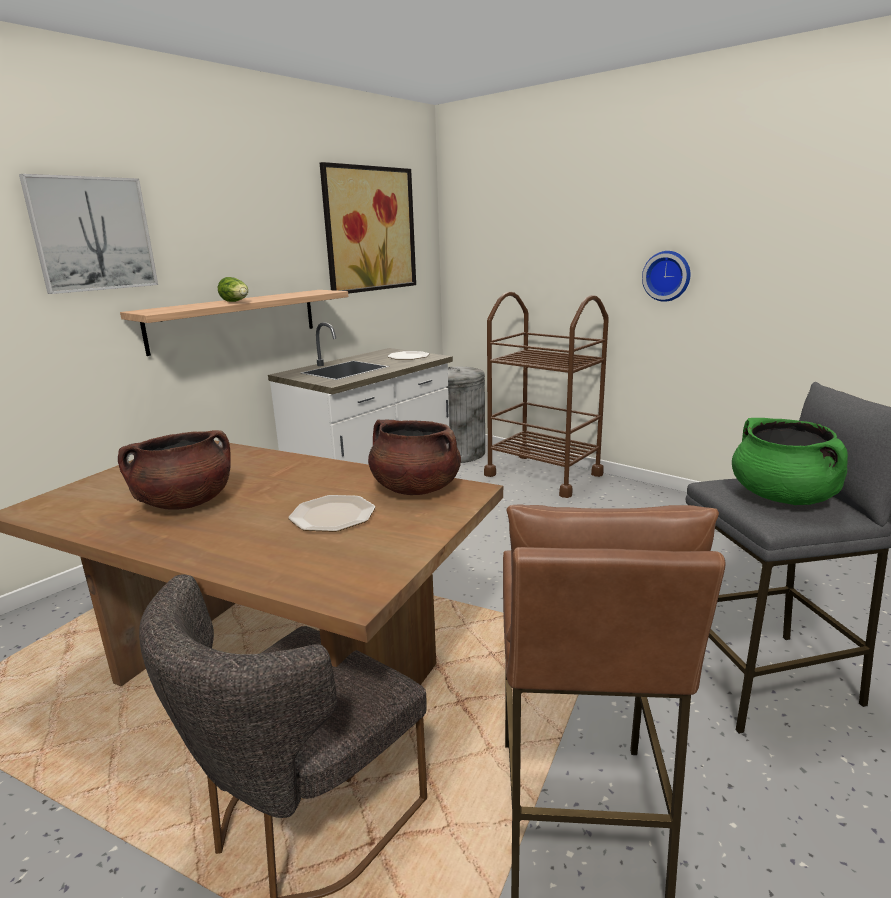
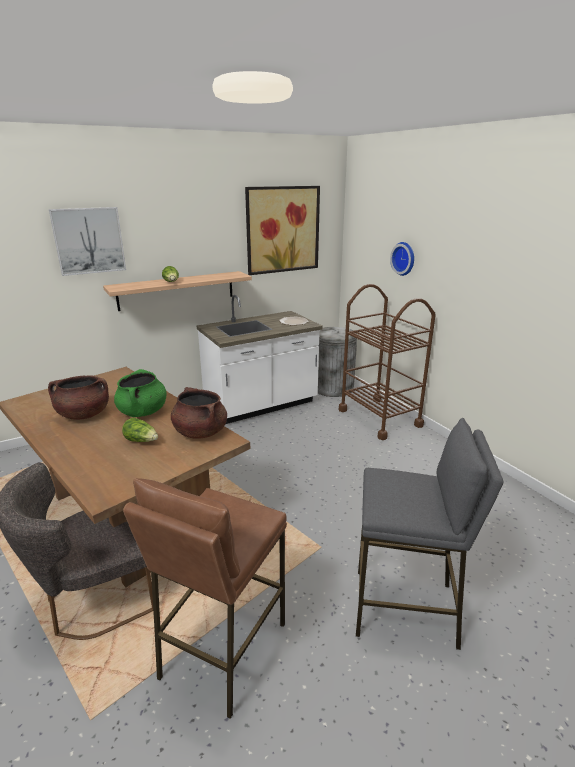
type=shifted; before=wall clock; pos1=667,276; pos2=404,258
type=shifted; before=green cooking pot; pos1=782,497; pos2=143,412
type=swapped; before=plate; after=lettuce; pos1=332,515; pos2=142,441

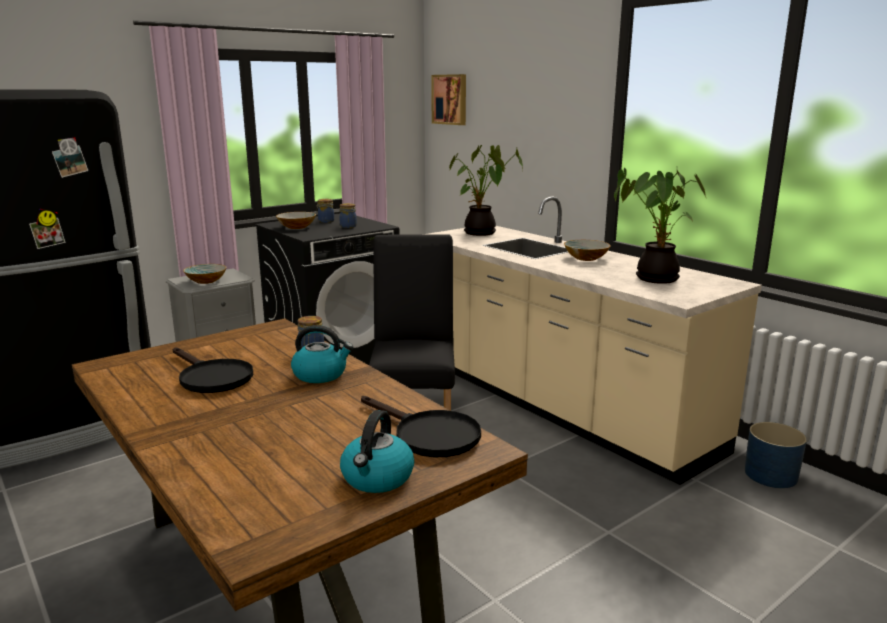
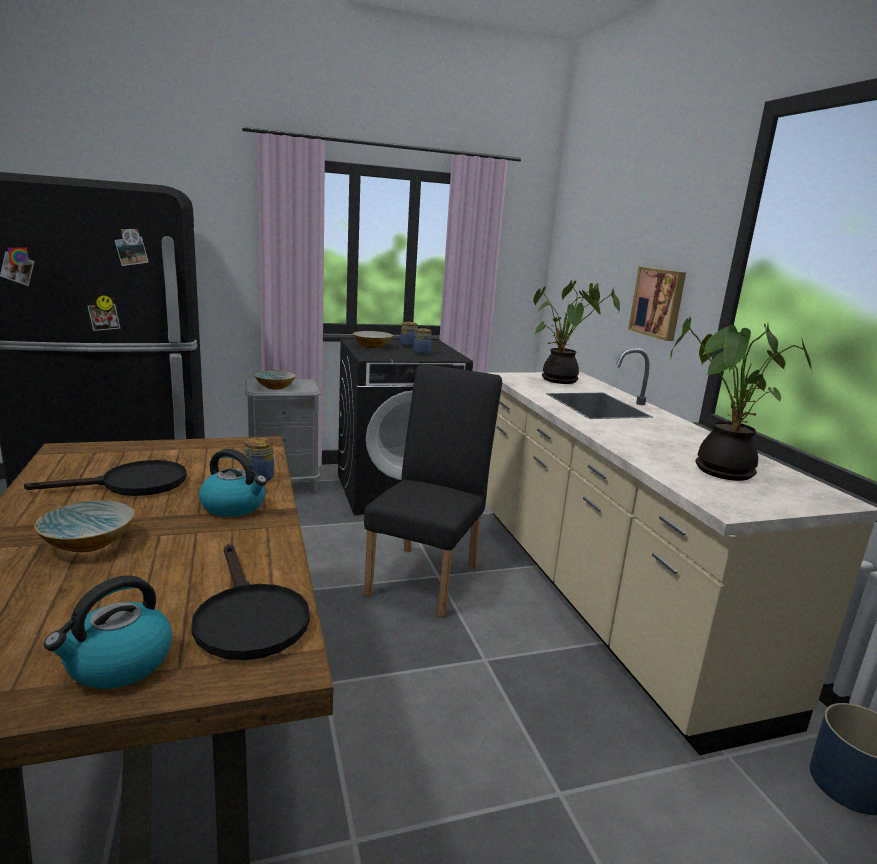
type=shifted; before=picture; pos1=450,99; pos2=658,302
type=shifted; before=bowl; pos1=585,258; pos2=90,542
type=rotated; before=black frying pan; pos1=211,377; pos2=132,484; turn=-90

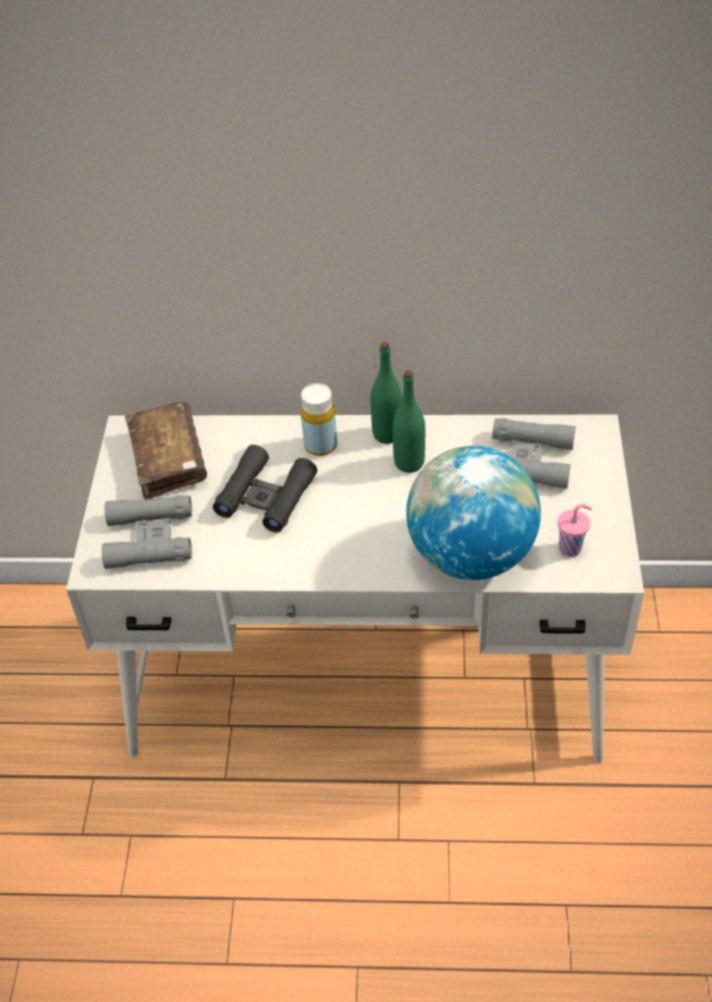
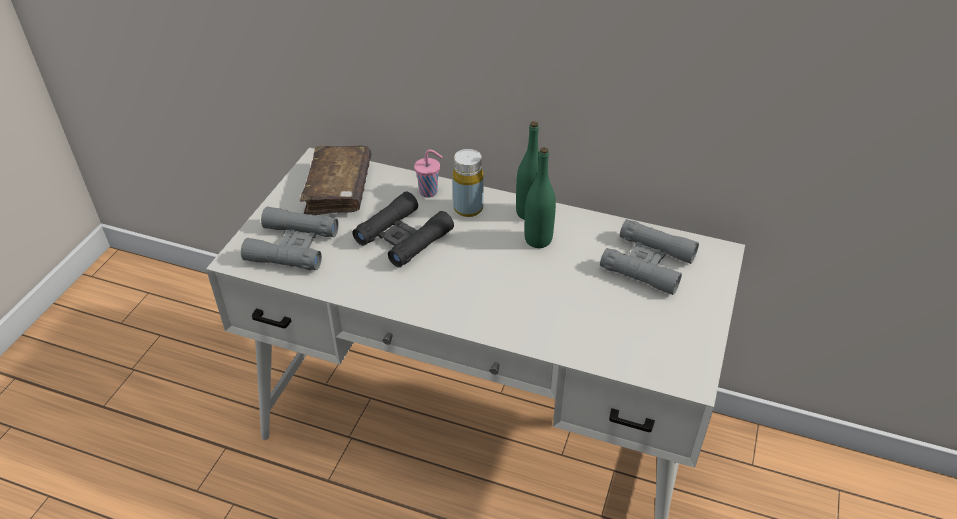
type=gone; before=globe; pos1=470,555
type=shifted; before=pink cup; pos1=571,548; pos2=429,192

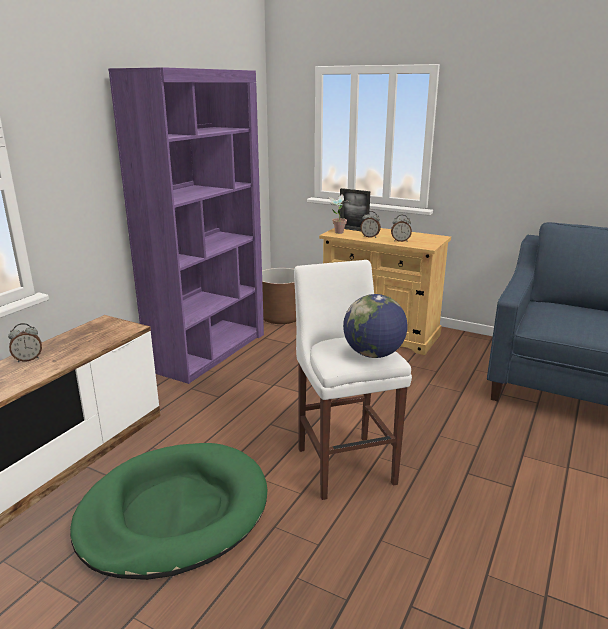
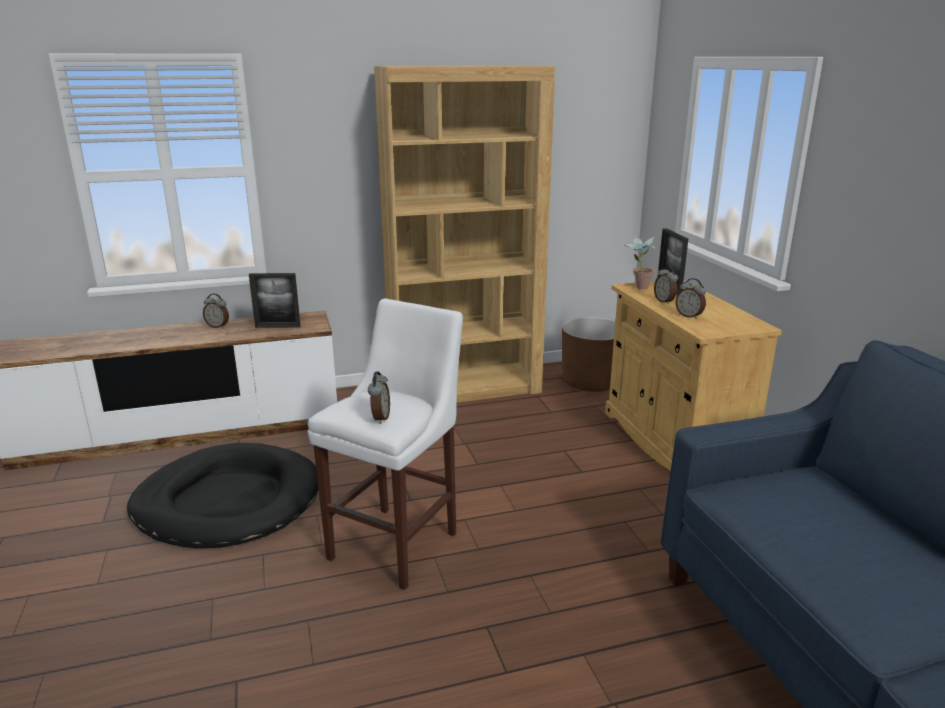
type=new; after=picture frame; pos2=277,326
type=swapped; before=globe; after=alarm clock; pos1=373,354; pos2=380,418
type=repainted; before=green dog bed; after=black dog bed; pos1=174,513; pos2=228,501
type=repainted; before=purple bookcase; after=brown bookcase; pos1=209,351; pos2=465,388

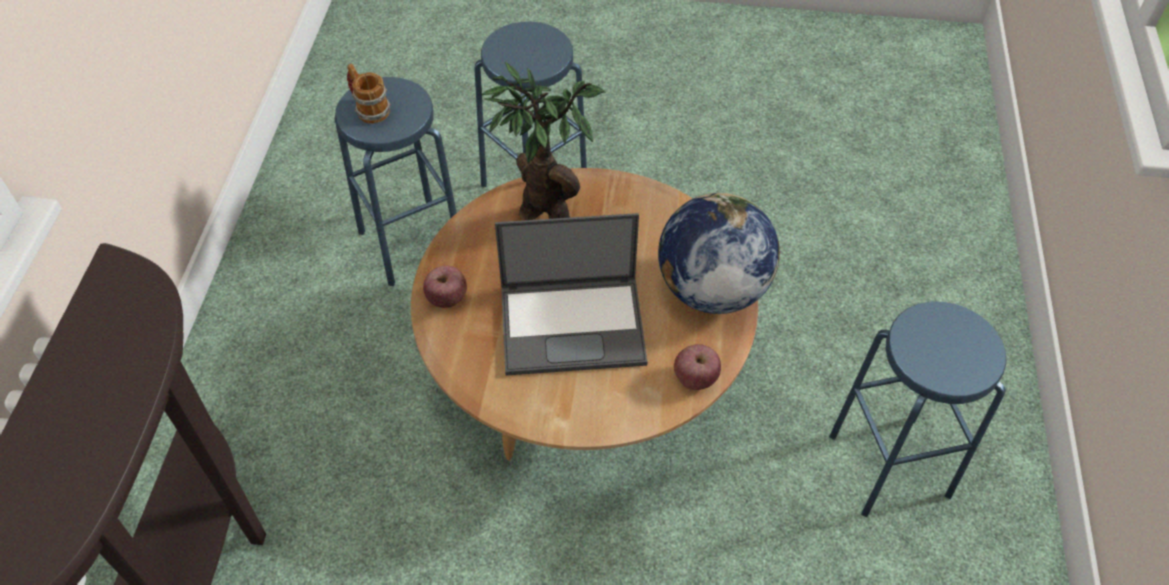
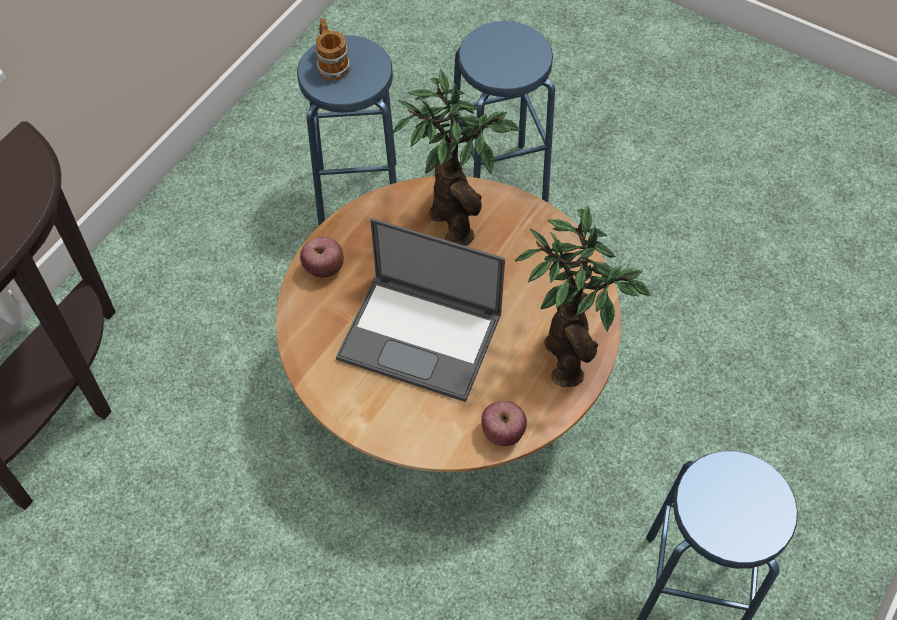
type=swapped; before=globe; after=potted plant; pos1=711,289; pos2=567,353

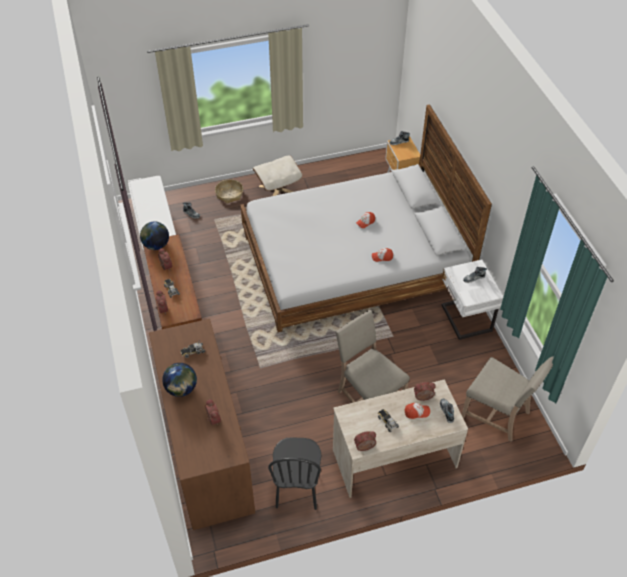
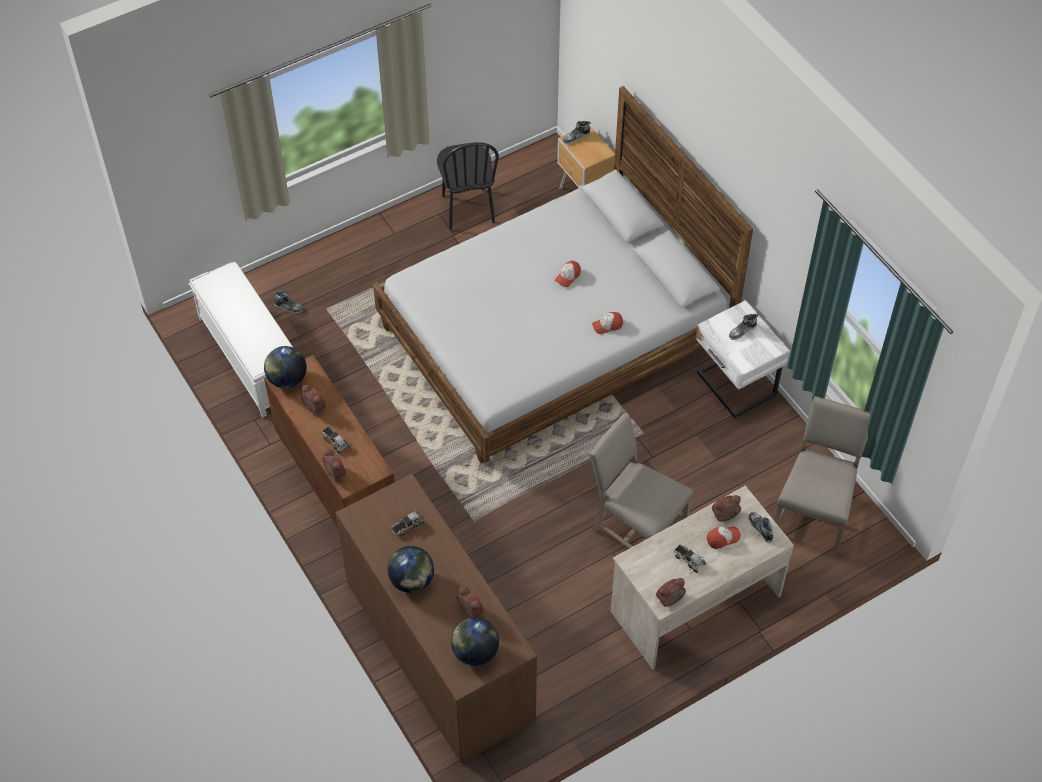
type=gone; before=basket; pos1=229,194
type=gone; before=beige ottoman; pos1=278,190
type=new; after=globe; pos2=475,652
type=shifted; before=black chair; pos1=297,489; pos2=467,209
type=rotated; before=beige chair; pos1=498,414; pos2=814,512; turn=-90

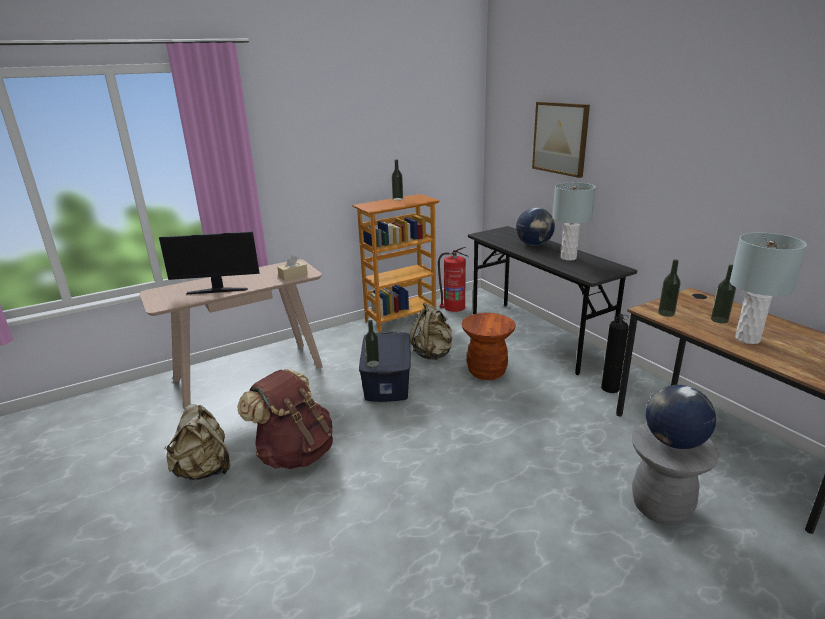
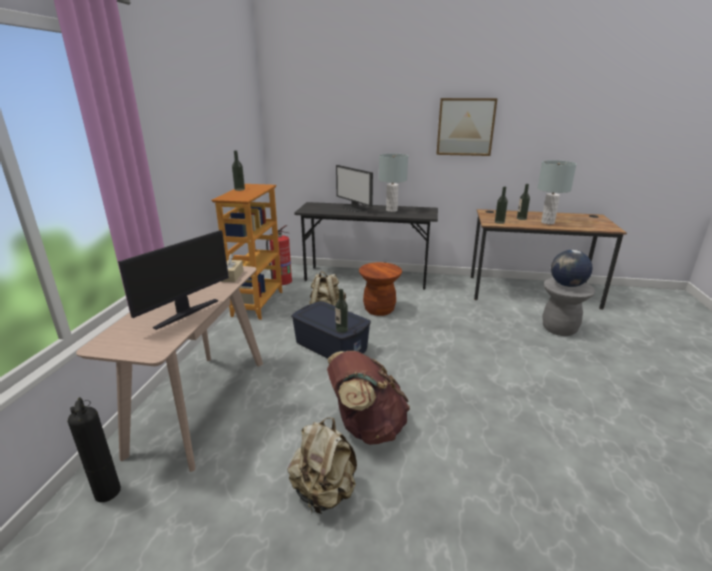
type=shifted; before=picture; pos1=560,138; pos2=465,127
type=shifted; before=fire extinguisher; pos1=610,388; pos2=107,491
type=swapped; before=globe; after=monitor; pos1=534,245; pos2=354,208

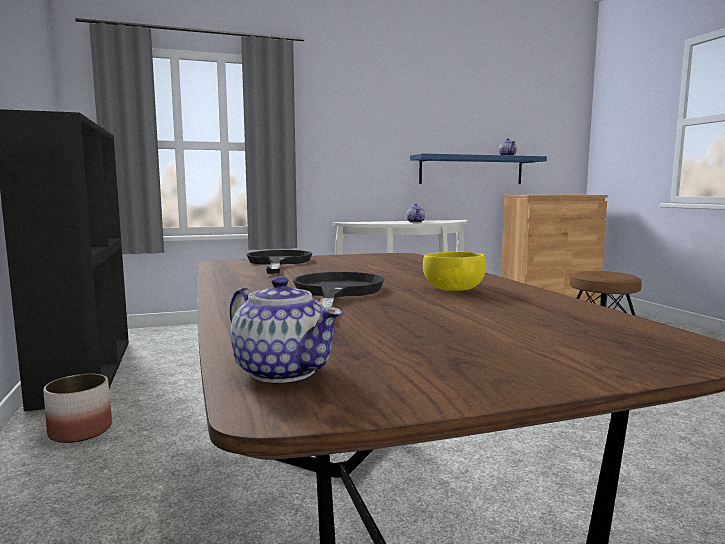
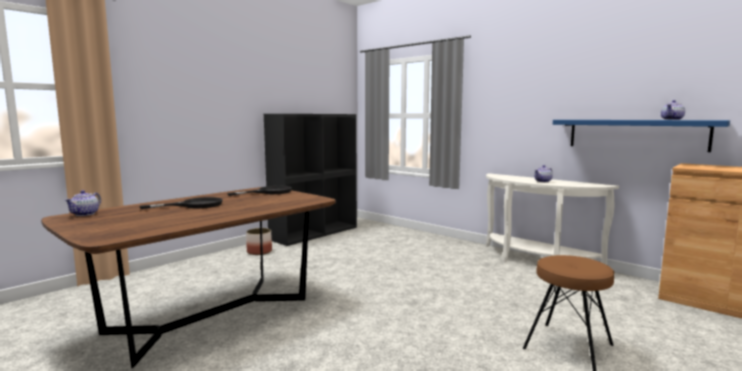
type=gone; before=yellow bowl; pos1=453,288

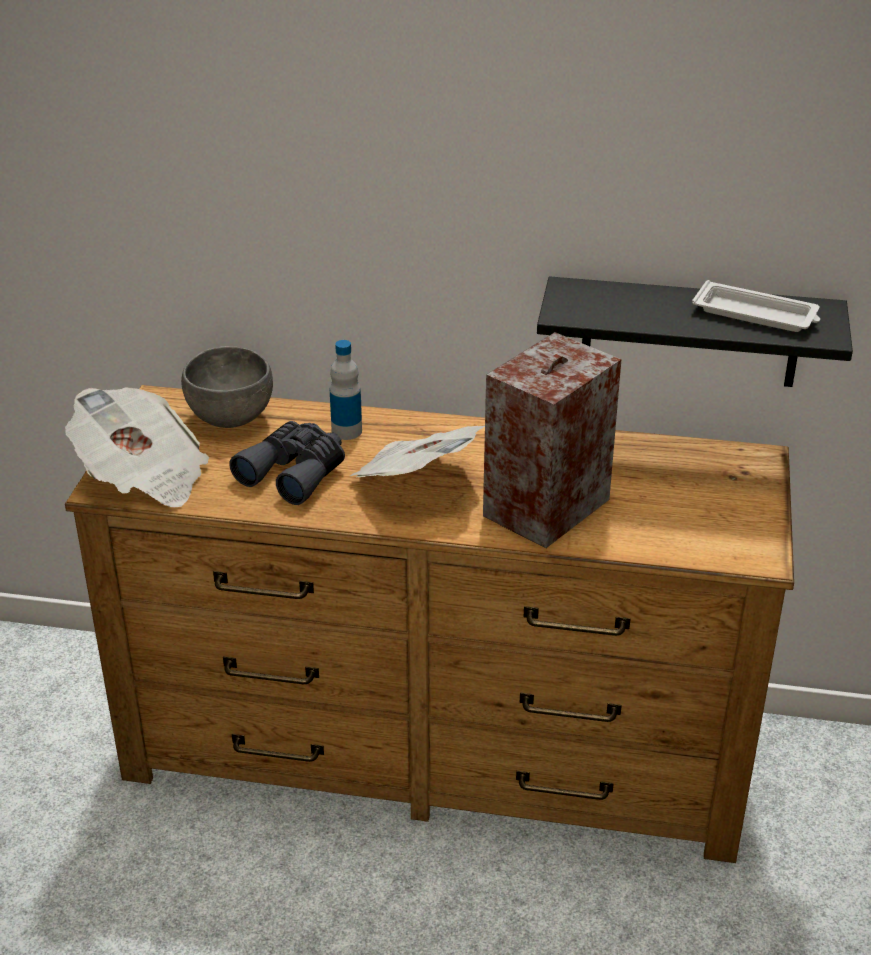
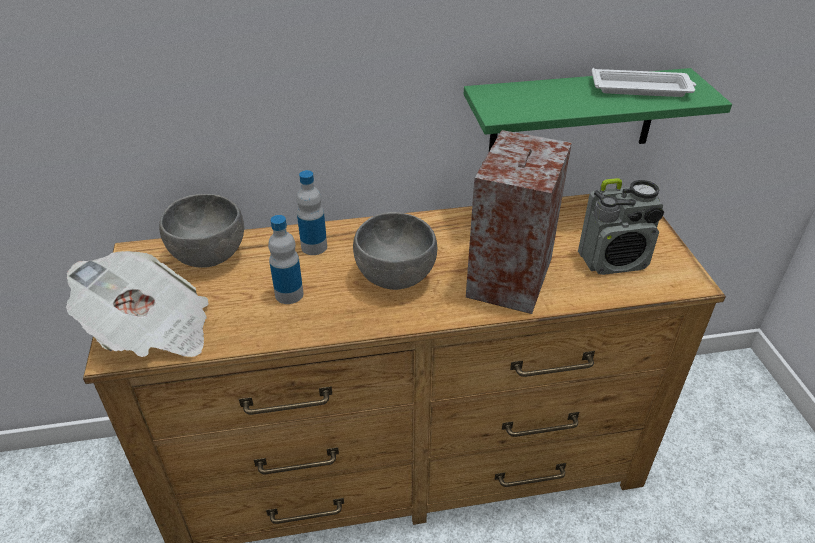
type=new; after=radio; pos2=614,261
type=swapped; before=grey binoculars; after=bottle; pos1=295,472; pos2=289,294
type=swapped; before=newspaper; after=grey bowl; pos1=416,480; pos2=394,278
type=repainted; before=black shelf; after=green shelf; pos1=690,332; pos2=573,114

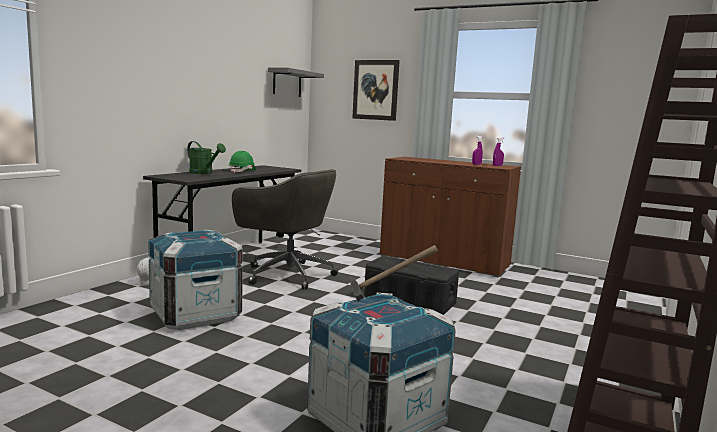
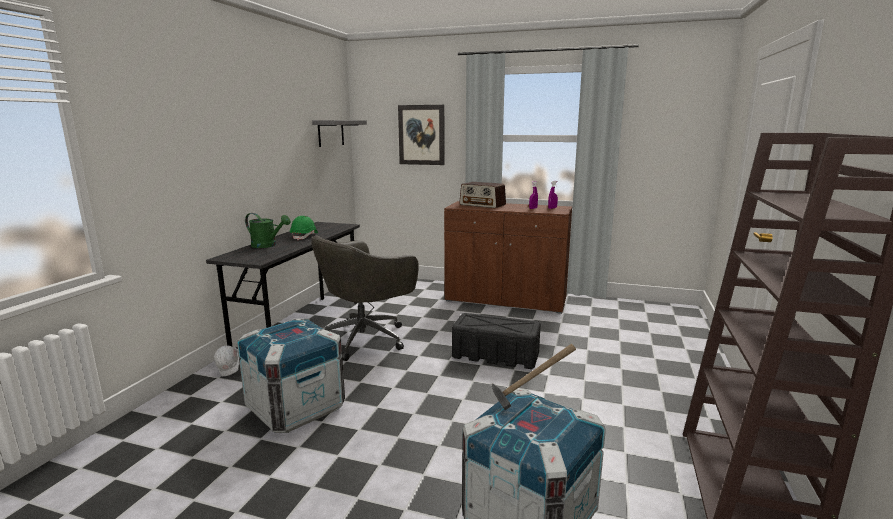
type=new; after=radio; pos2=482,205
type=rotated; before=grey office chair; pos1=286,274; pos2=365,338; turn=120

